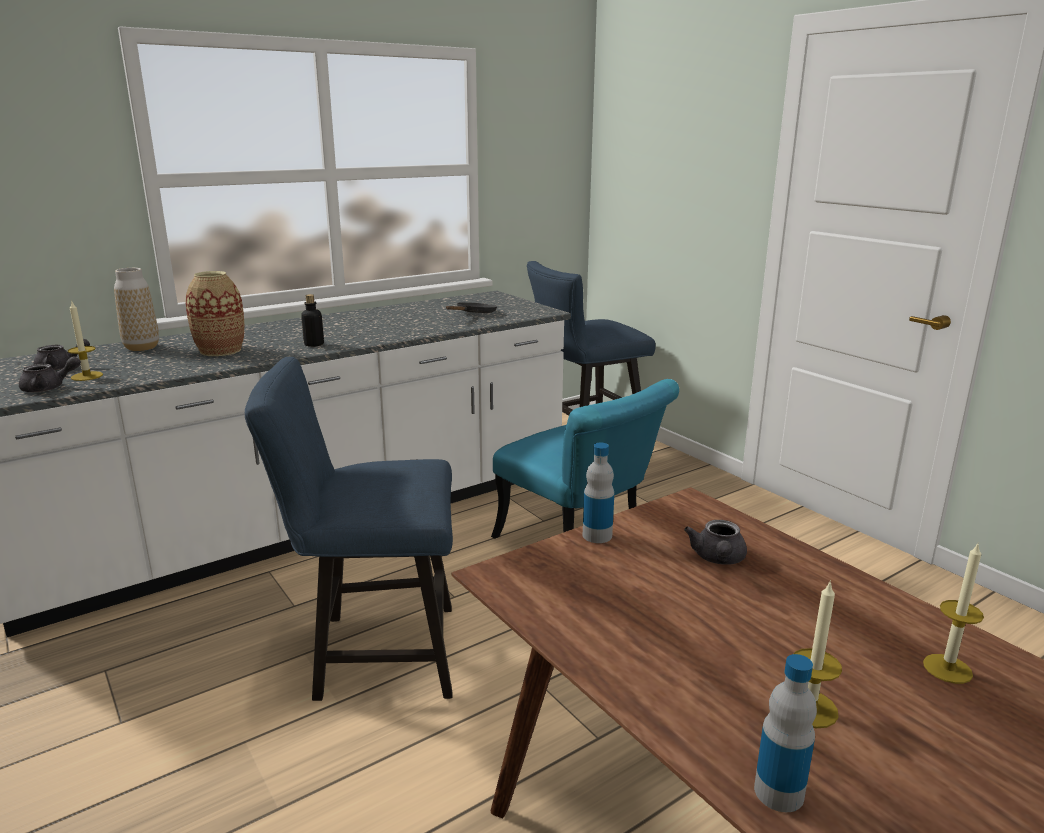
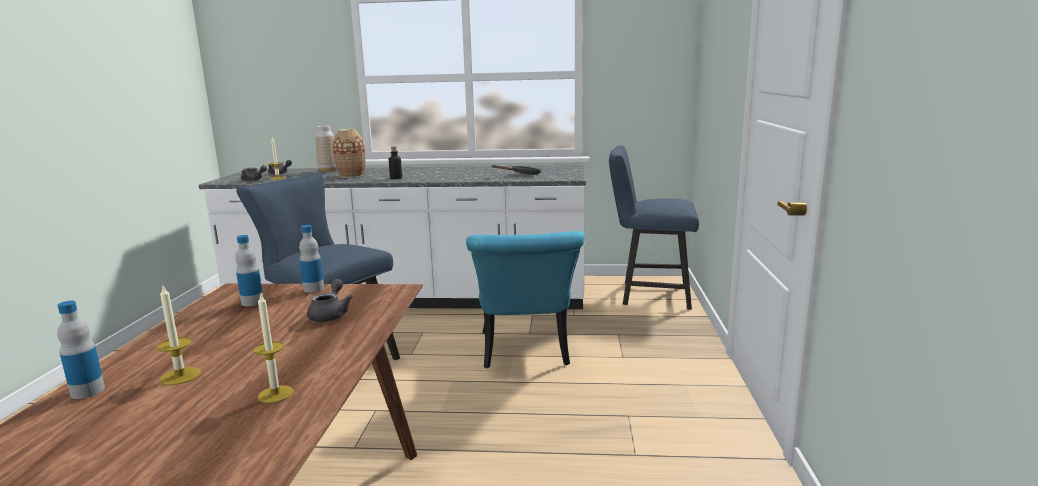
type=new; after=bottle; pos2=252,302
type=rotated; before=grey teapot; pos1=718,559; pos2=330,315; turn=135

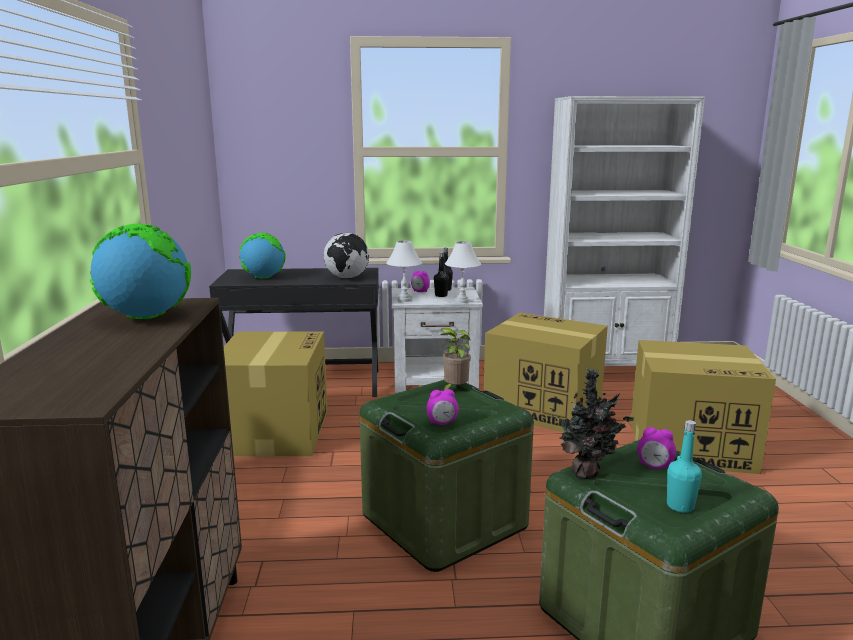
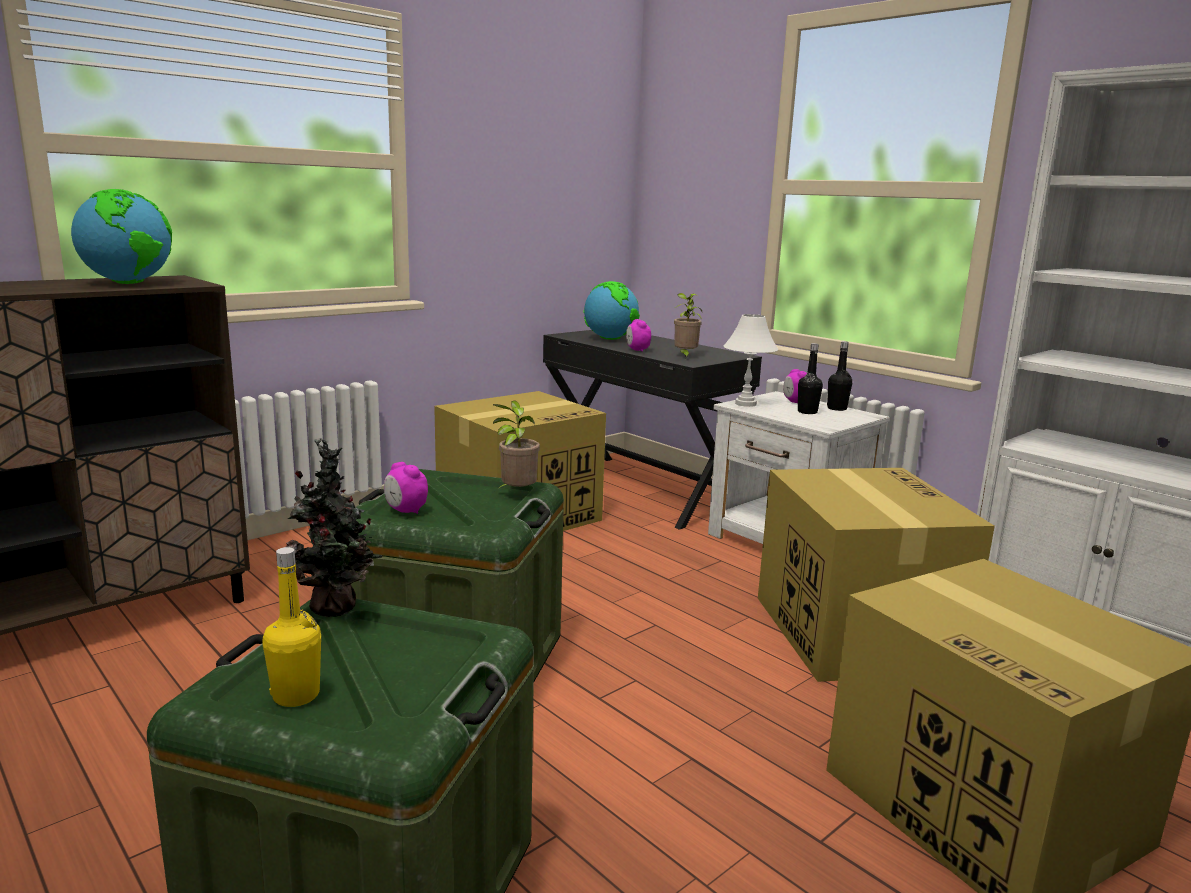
type=gone; before=white table lamp; pos1=462,301
type=shifted; before=alarm clock; pos1=654,466; pos2=637,350
type=swapped; before=globe; after=potted plant; pos1=347,278; pos2=685,356
type=repainted; before=turquoise bottle; after=yellow bottle; pos1=680,506; pos2=296,695

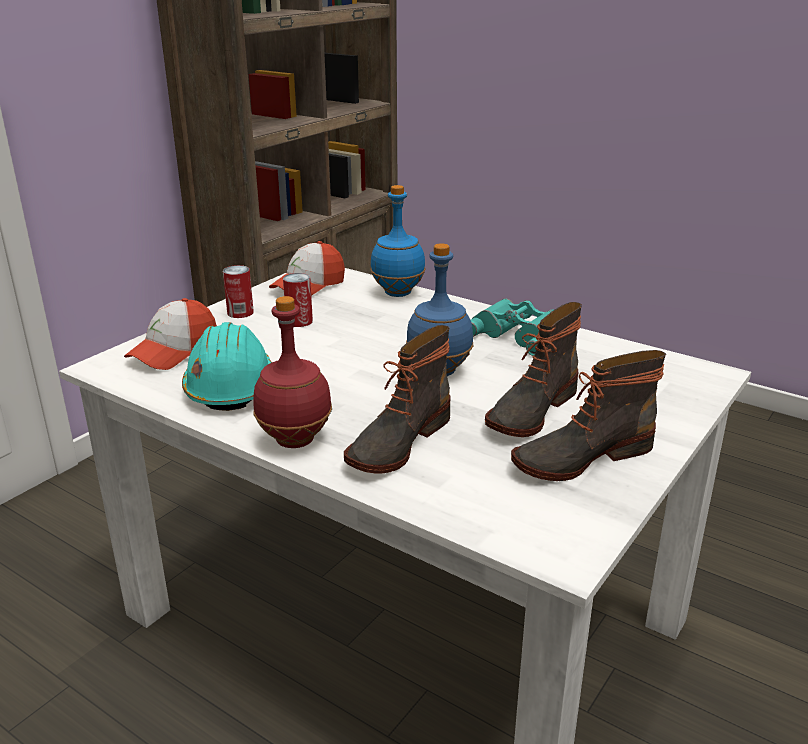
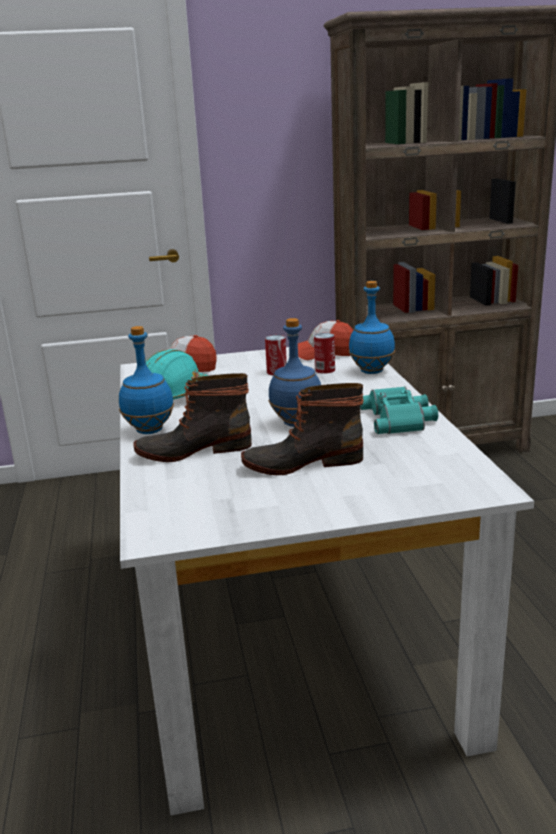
type=gone; before=boot; pos1=581,456
type=shifted; before=can; pos1=240,312; pos2=325,370
type=repainted; before=red bottle; after=blue bottle; pos1=296,440; pos2=150,430

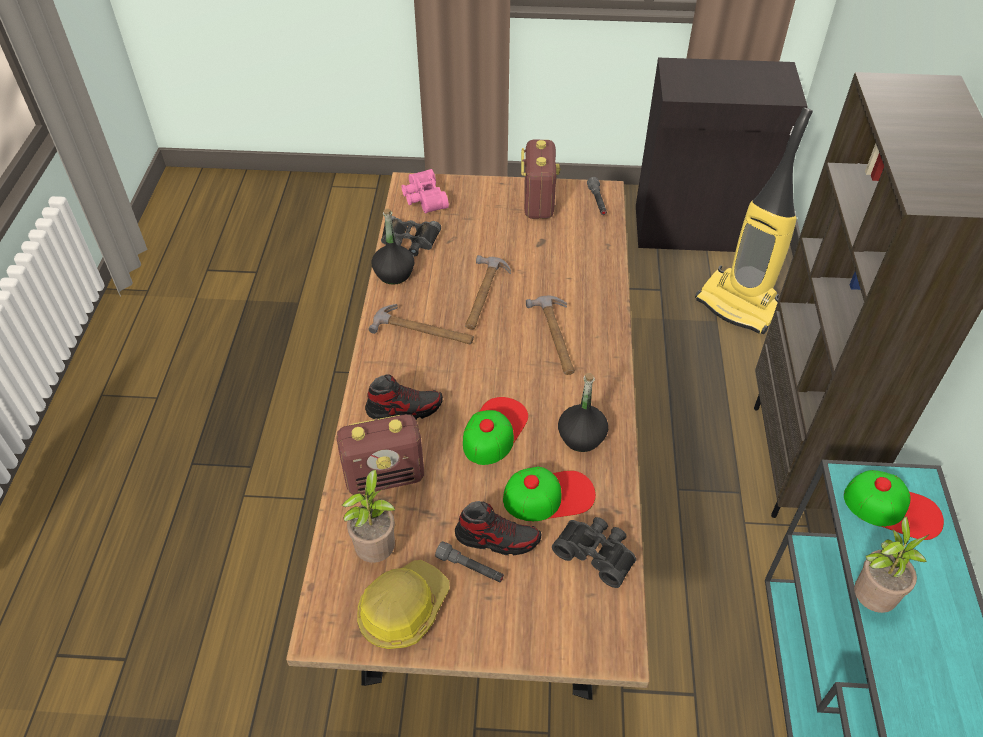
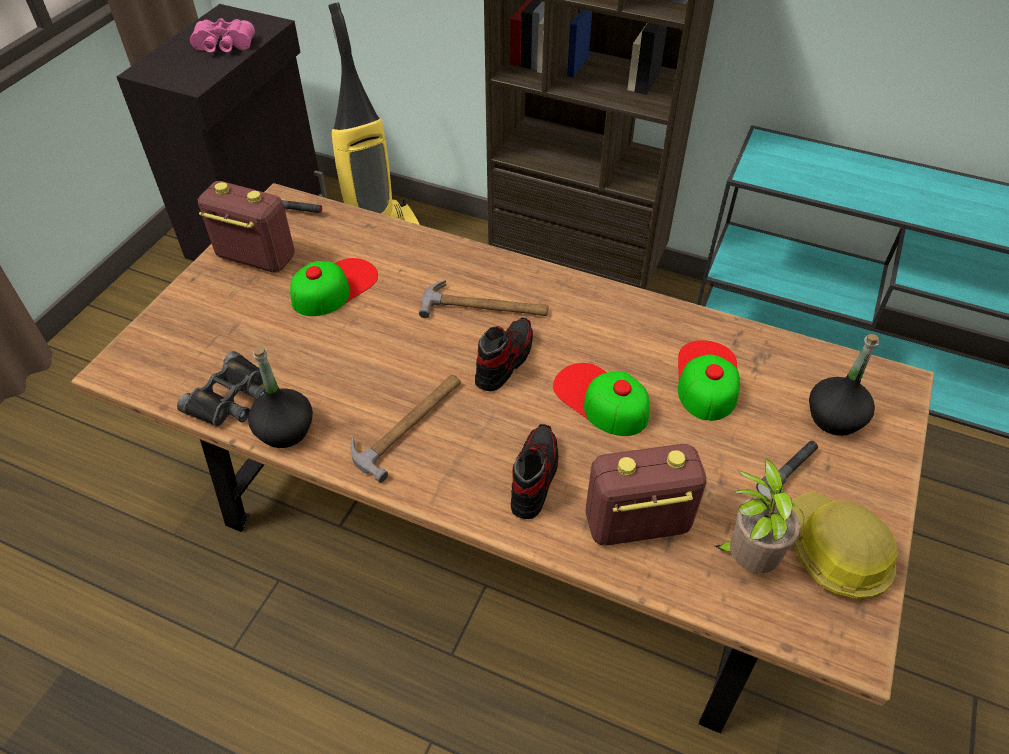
type=gone; before=hammer; pos1=483,295
type=gone; before=black binoculars; pos1=596,553
type=gone; before=potted plant; pos1=870,599
type=shifted; before=pink binoculars; pos1=423,199; pos2=223,47
type=shifted; before=shoe; pos1=497,538; pos2=504,361
type=shifted; before=black bottle; pos1=581,437; pos2=834,417
type=shifted; before=cap; pos1=893,508; pos2=334,287
type=rotated; before=radio; pos1=385,476; pos2=636,524; turn=-105

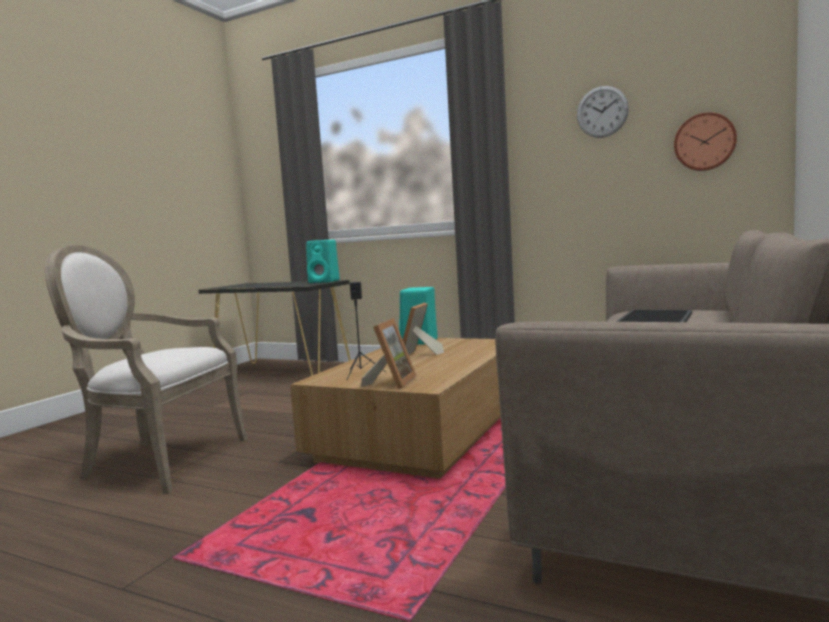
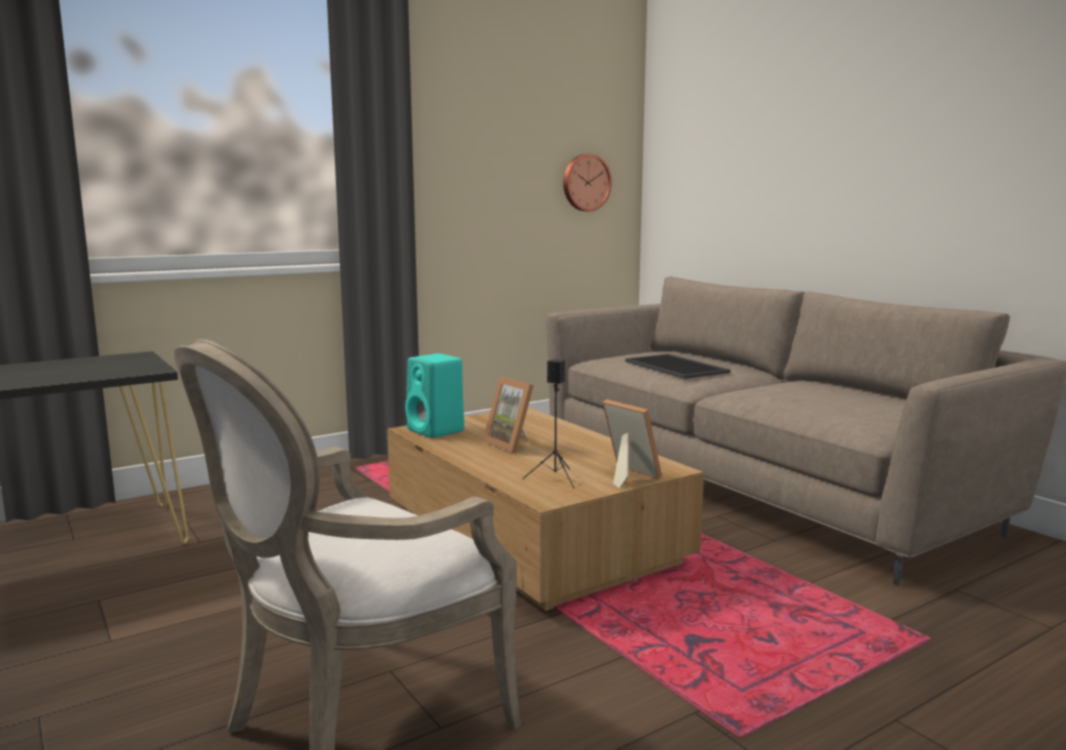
type=gone; before=turquoise speaker; pos1=325,281
type=gone; before=wall clock; pos1=602,112

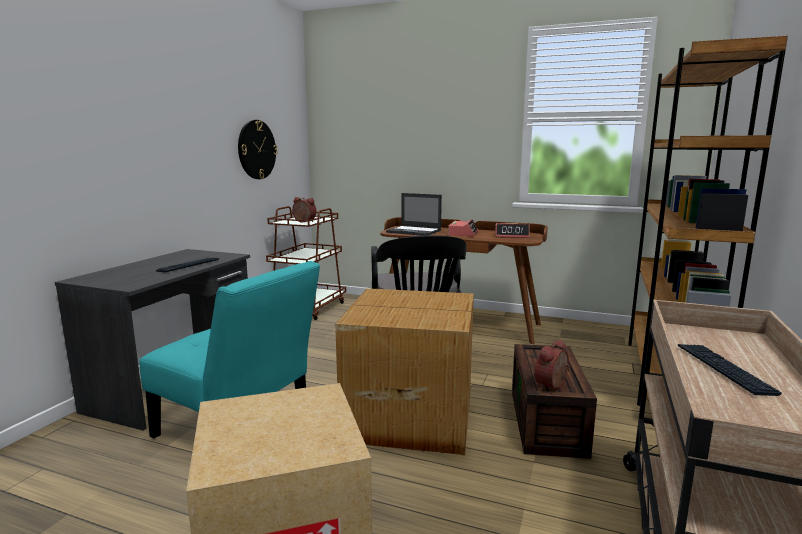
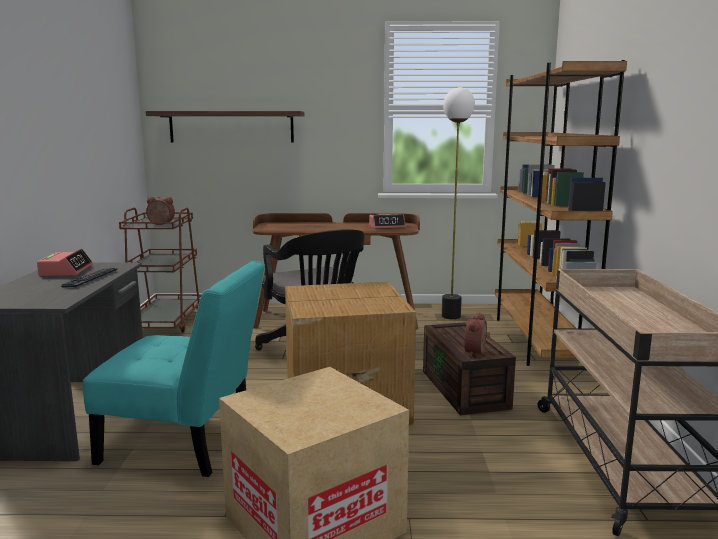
type=gone; before=wall clock; pos1=256,149
type=gone; before=laptop; pos1=414,231
type=gone; before=keyboard; pos1=723,369
type=new; after=shelf; pos2=231,127
type=new; after=floor lamp; pos2=451,316
type=shifted; before=alarm clock; pos1=463,233; pos2=66,270

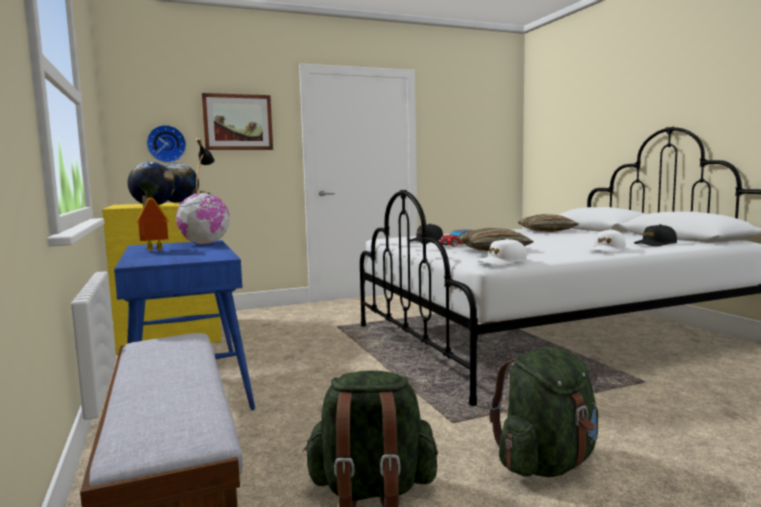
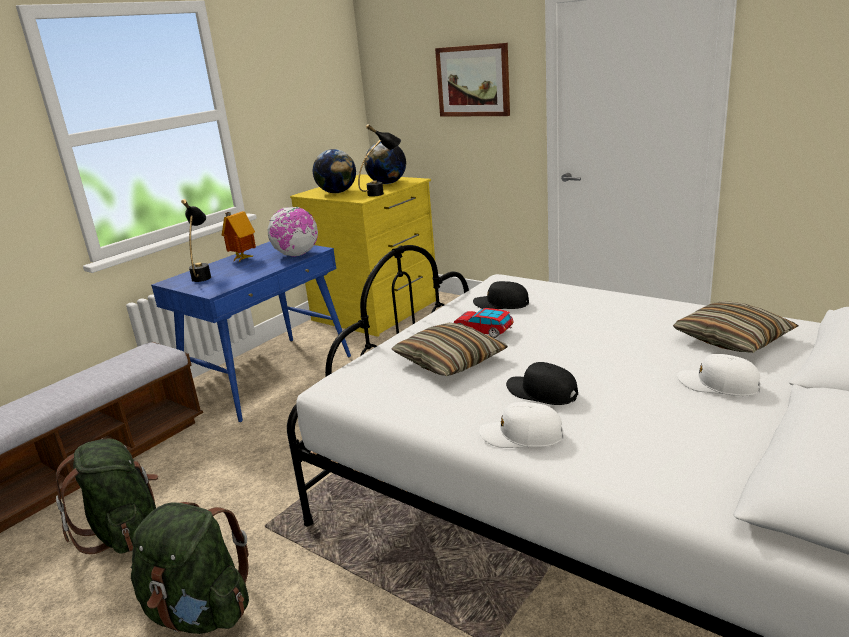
type=gone; before=wall clock; pos1=166,144
type=new; after=black table lamp; pos2=203,275
type=shifted; before=white cap; pos1=502,262; pos2=718,385
type=shifted; before=black cap; pos1=655,244; pos2=541,392

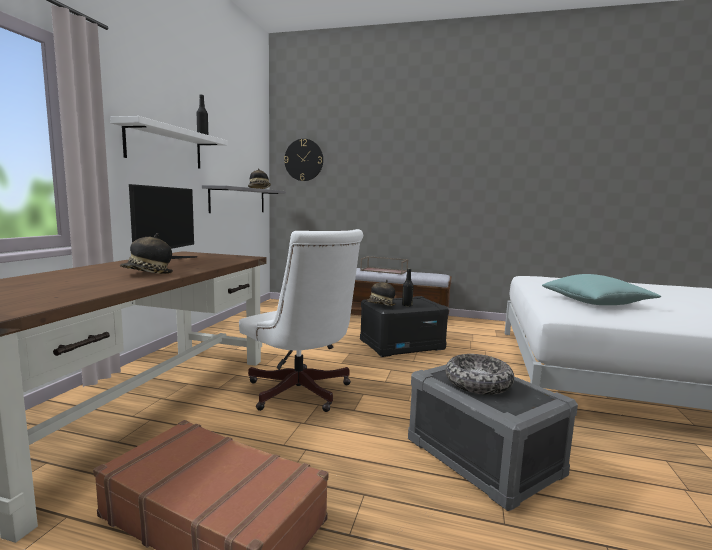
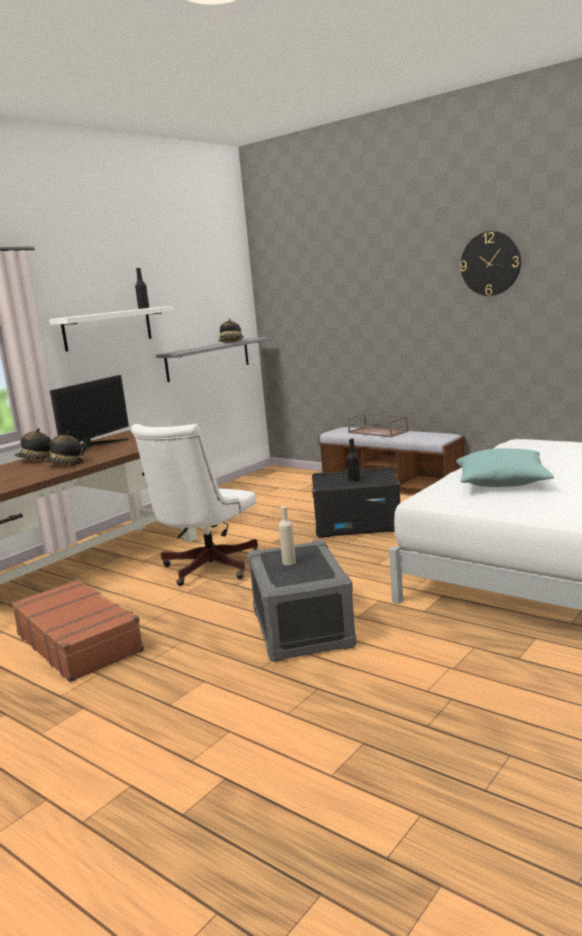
type=shifted; before=wall clock; pos1=304,160; pos2=490,263
type=shifted; before=hat; pos1=380,305; pos2=35,460
type=swapped; before=bowl; after=beige bottle; pos1=478,383; pos2=289,562
type=rotated; before=white office chair; pos1=301,394; pos2=206,569; turn=45

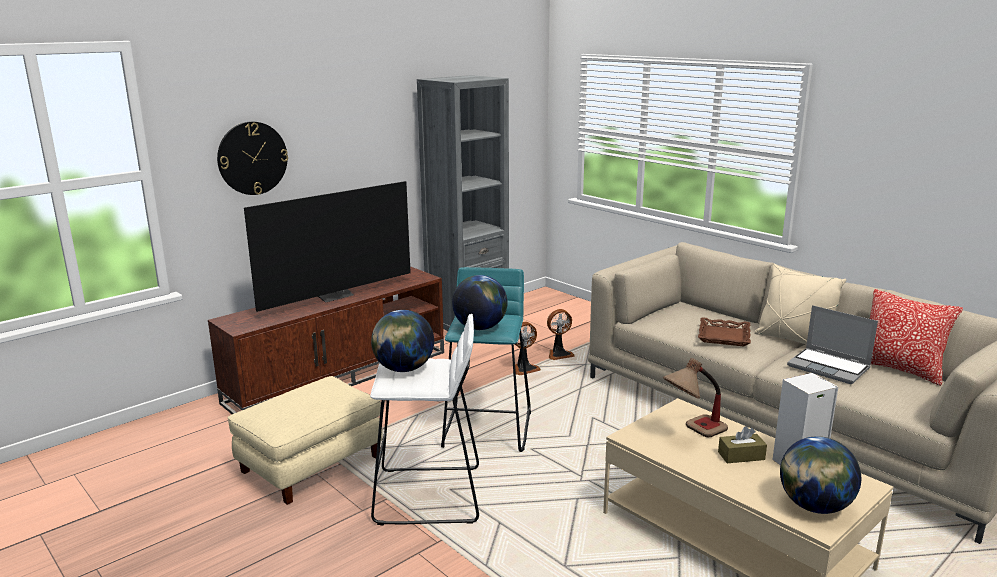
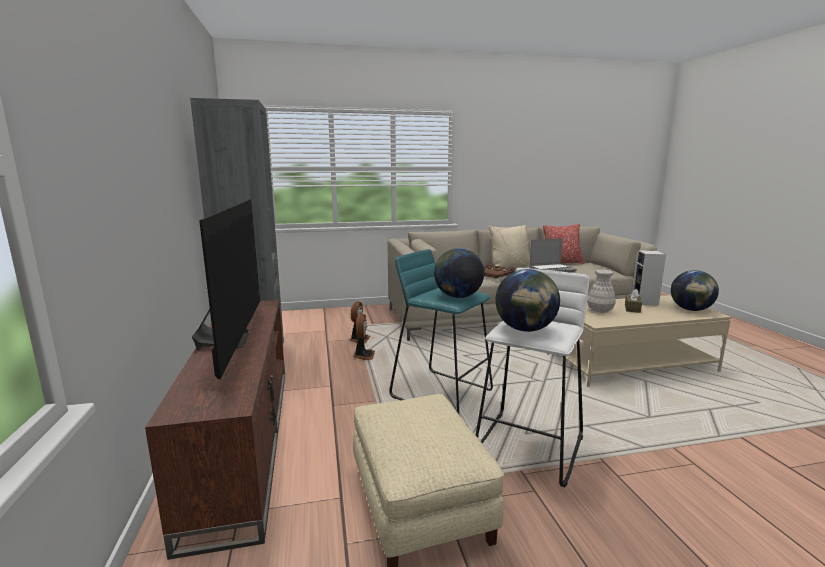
type=gone; before=wall clock; pos1=252,158
type=swapped; before=table lamp; after=white vase; pos1=692,433; pos2=600,310

